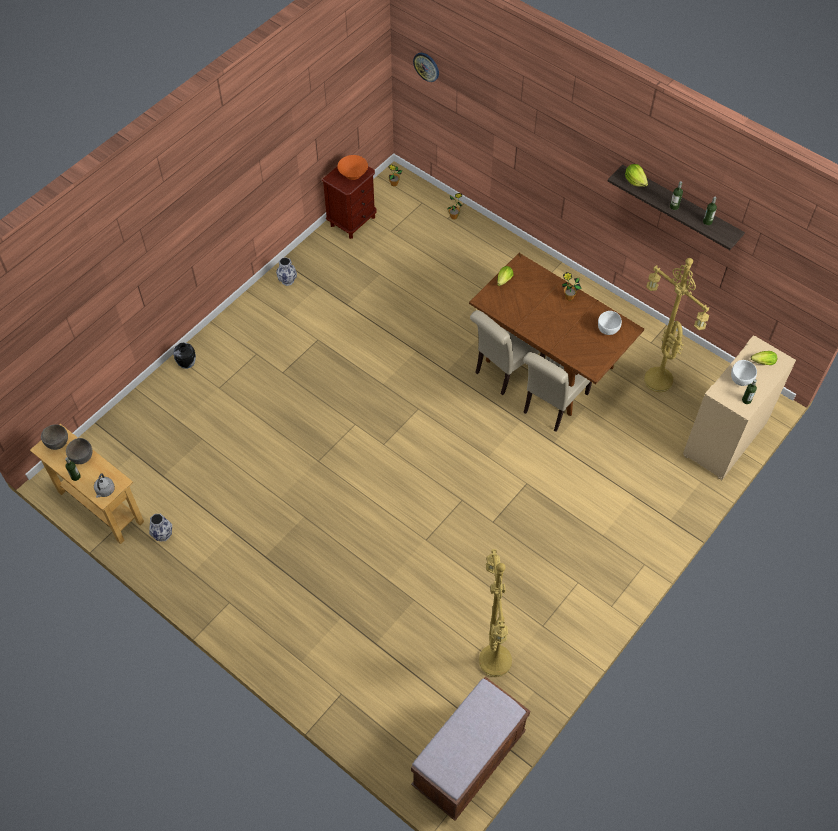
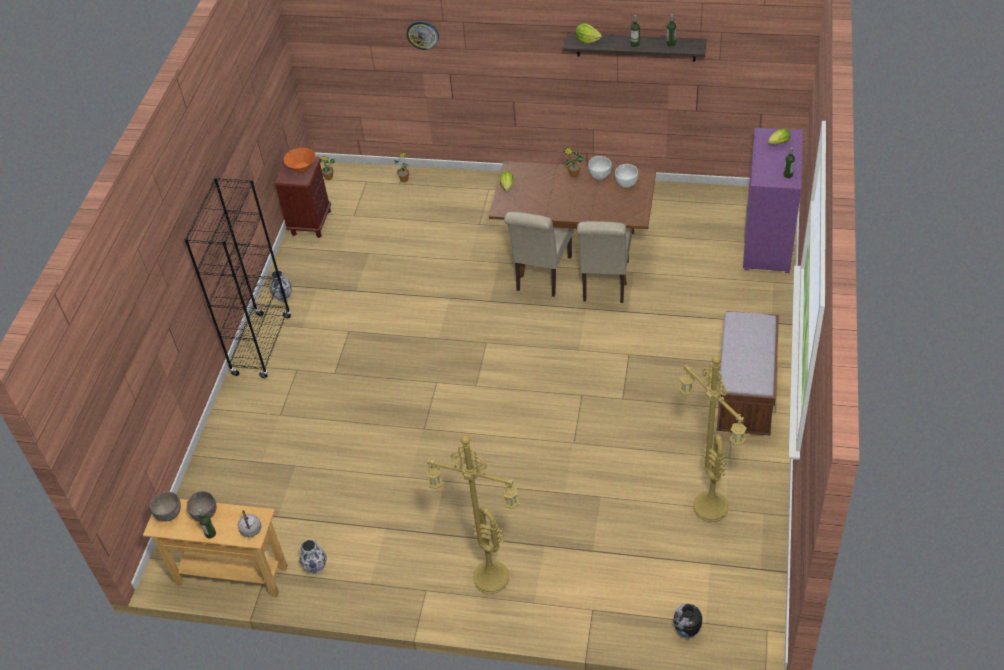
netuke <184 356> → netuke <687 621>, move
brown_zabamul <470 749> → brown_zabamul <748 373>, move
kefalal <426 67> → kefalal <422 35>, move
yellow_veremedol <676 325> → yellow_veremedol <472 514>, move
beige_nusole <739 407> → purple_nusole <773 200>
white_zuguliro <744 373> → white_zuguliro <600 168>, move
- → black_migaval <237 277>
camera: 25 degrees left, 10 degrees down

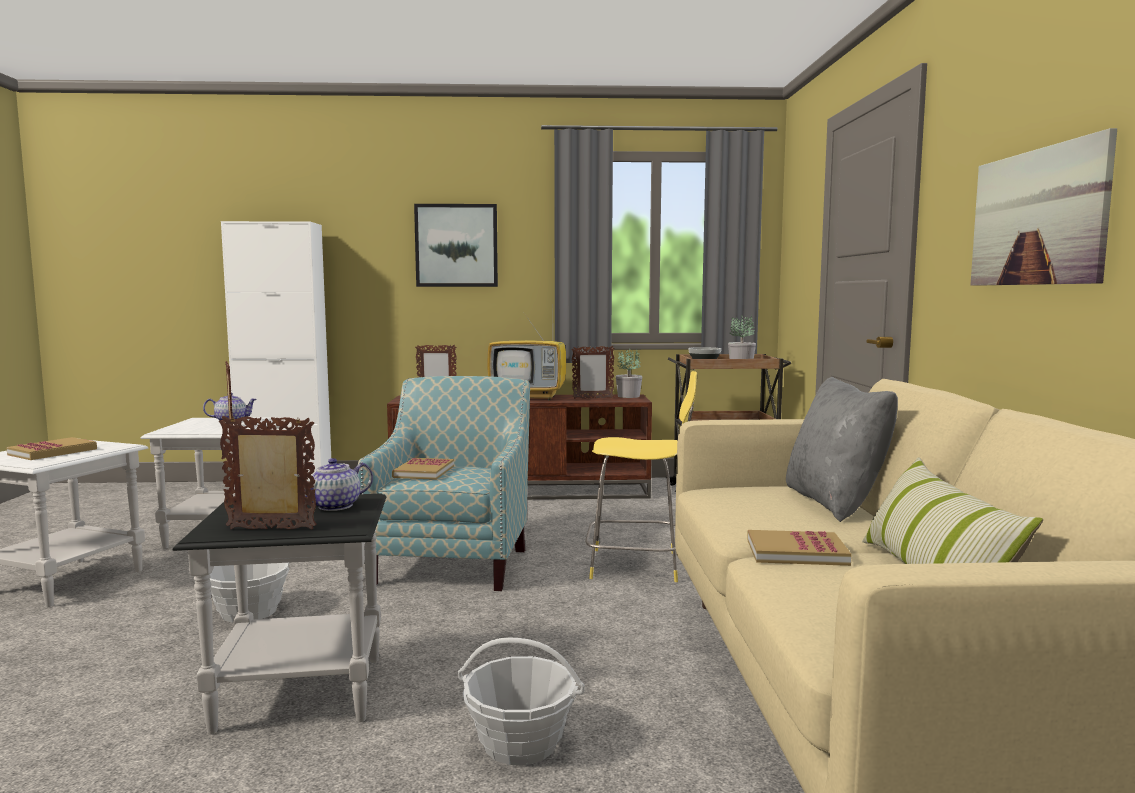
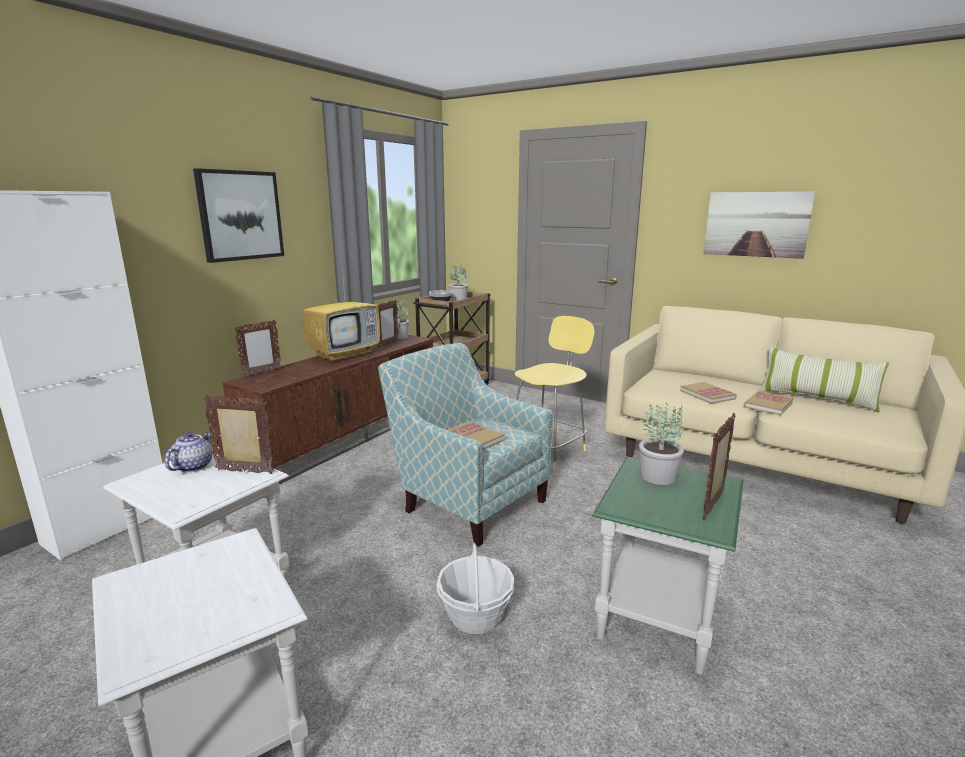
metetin <51 448> → metetin <708 393>, move
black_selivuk <279 614> → green_selivuk <667 566>
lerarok <339 484> → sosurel <661 443>
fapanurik <521 701> → -
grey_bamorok <842 449> → -
camera: 55 degrees left, 10 degrees up

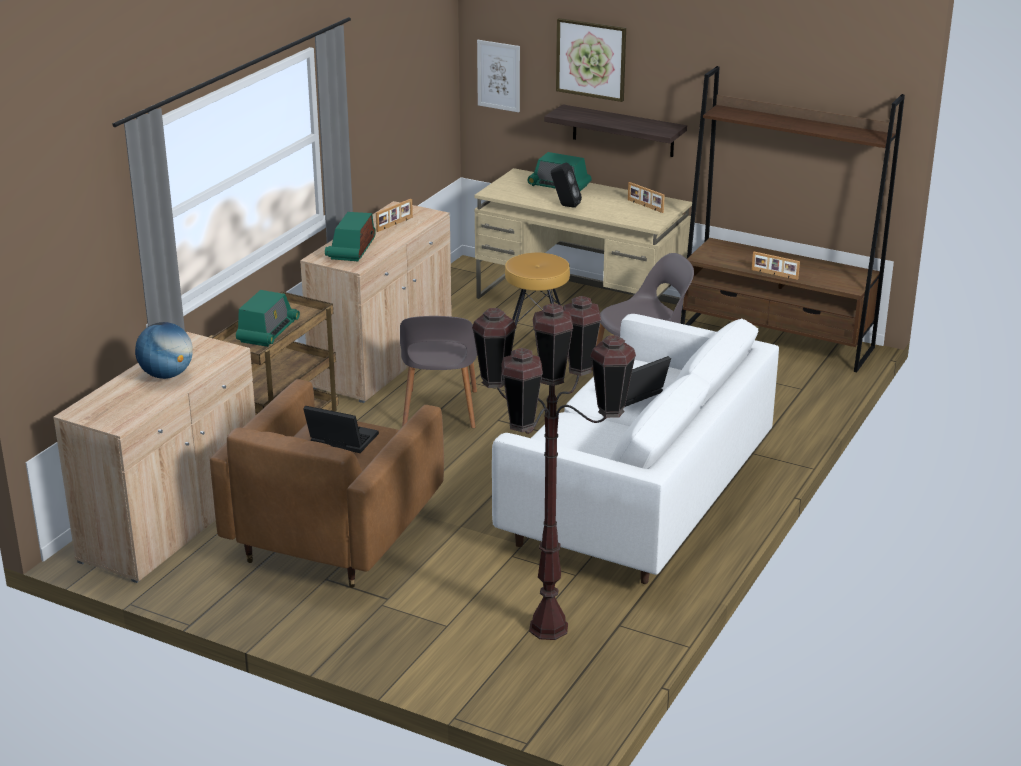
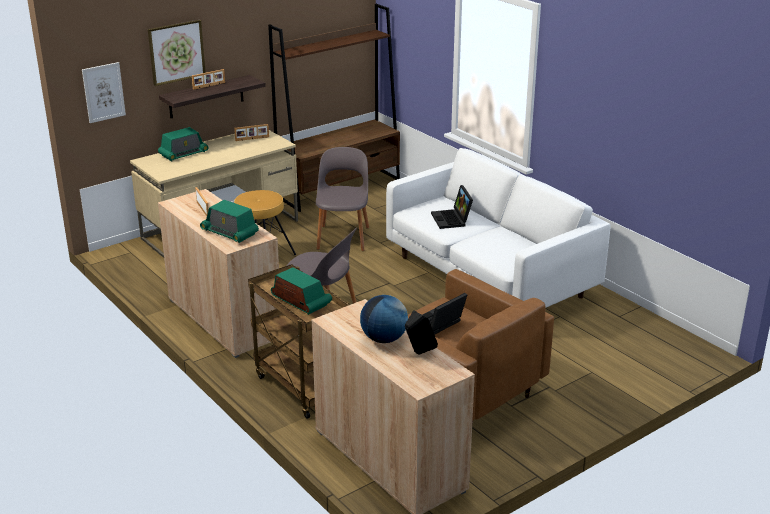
brown_veremedol <554 468> → -
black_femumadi <566 185> → black_femumadi <421 332>, move
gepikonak <776 266> → gepikonak <208 79>, move
camera: 65 degrees left, 0 degrees up

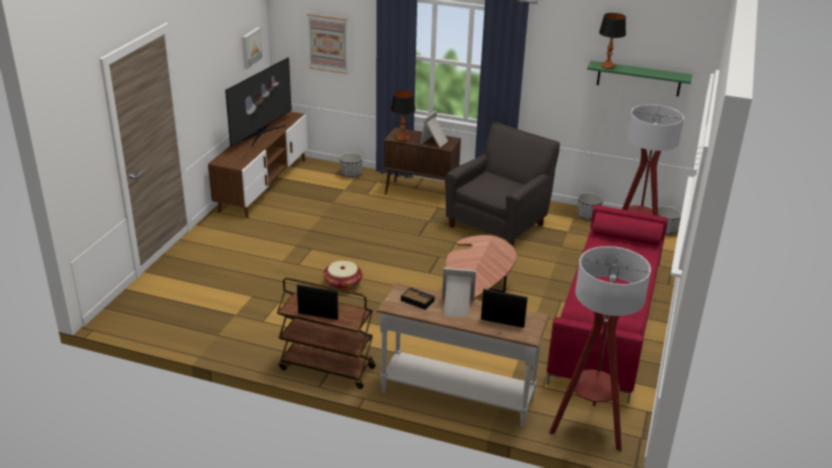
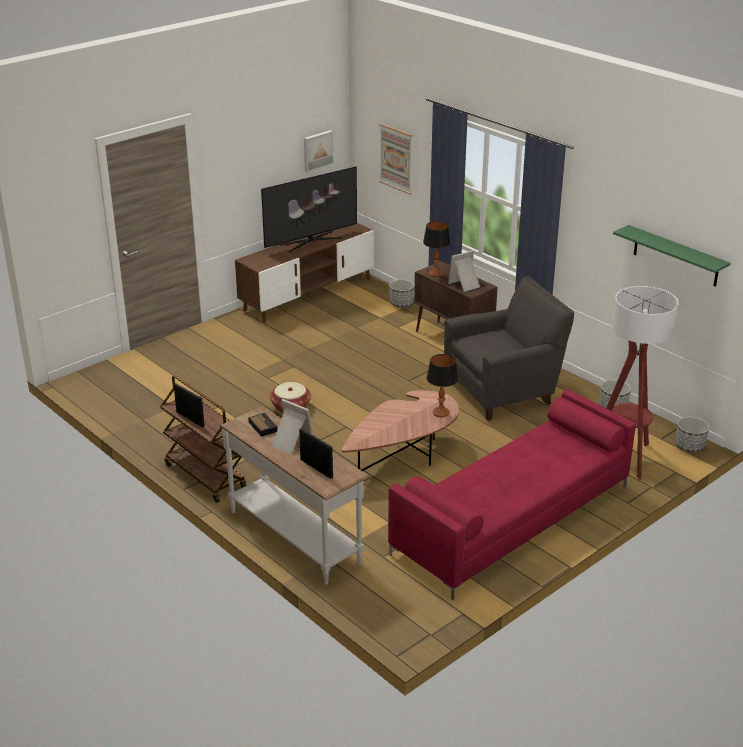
veremedol <600 348> → -
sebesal <612 41> → sebesal <442 385>, move
camera: 30 degrees right, 0 degrees up

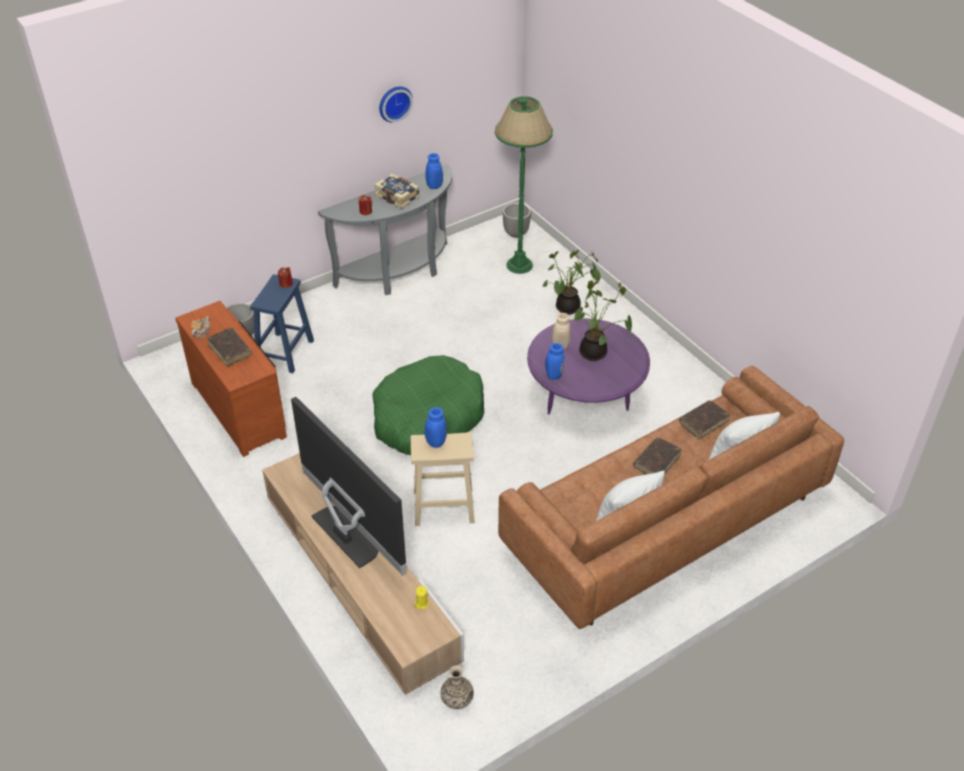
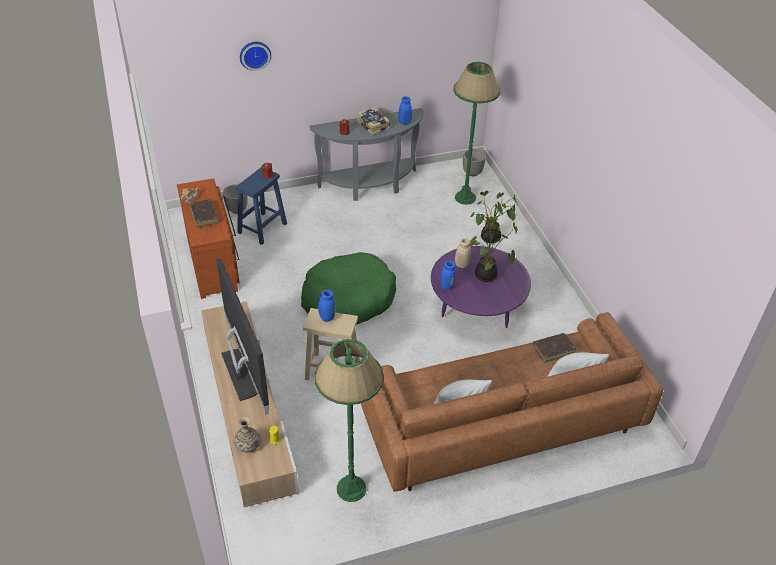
kefalal <396 104> → kefalal <255 56>, move
netuke <457 687> → netuke <247 435>, move
brown_metetin <657 455> → -
- → green_veremedol <349 420>
camera: 15 degrees right, 0 degrees up

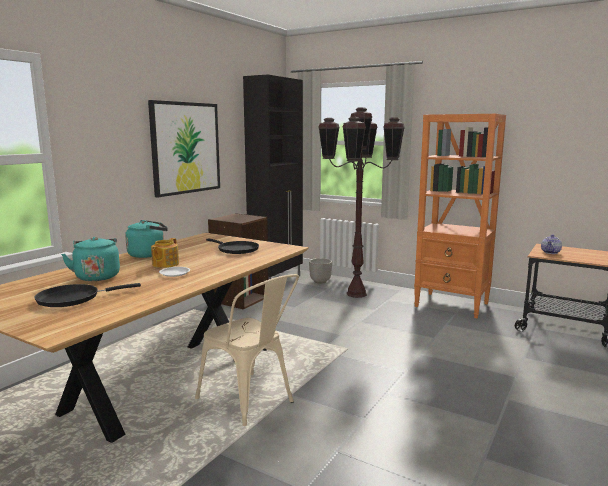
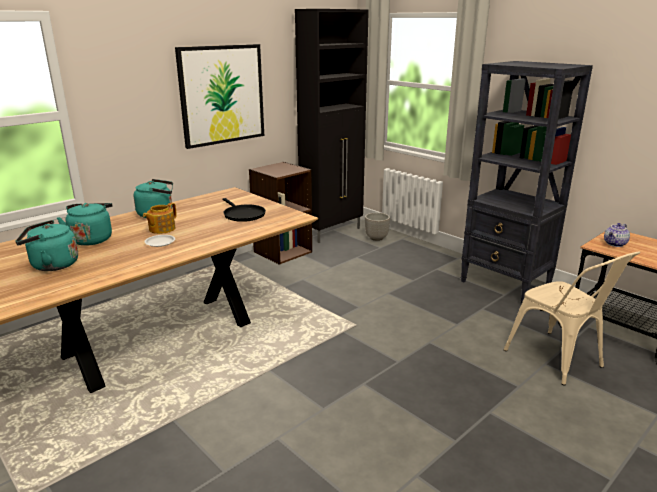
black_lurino <87 295> → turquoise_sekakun <46 245>
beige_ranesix <247 350> → beige_ranesix <572 318>, move
brown_veremedol <361 202> → -
orange_migaval <460 216> → black_migaval <526 182>
camera: 15 degrees right, 10 degrees up

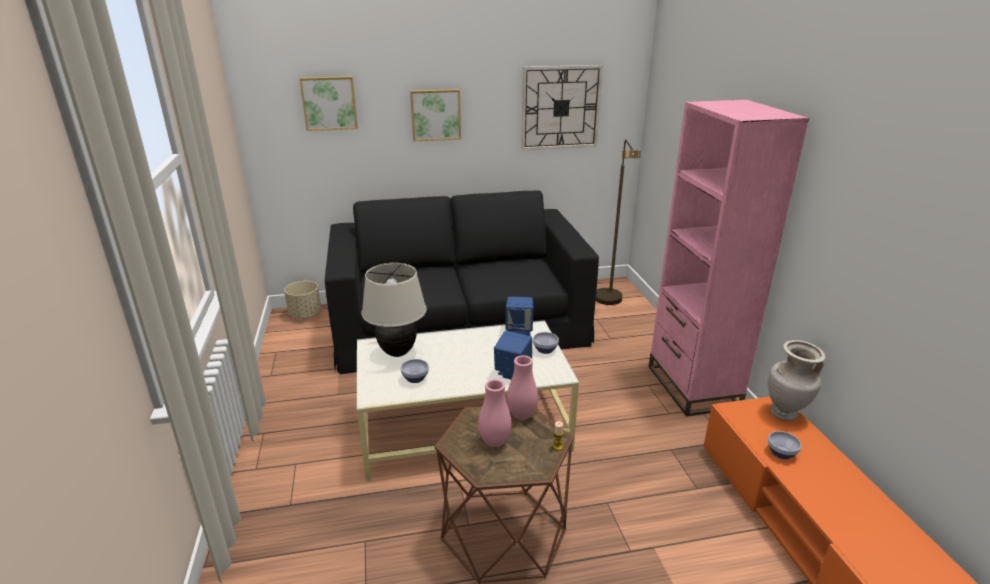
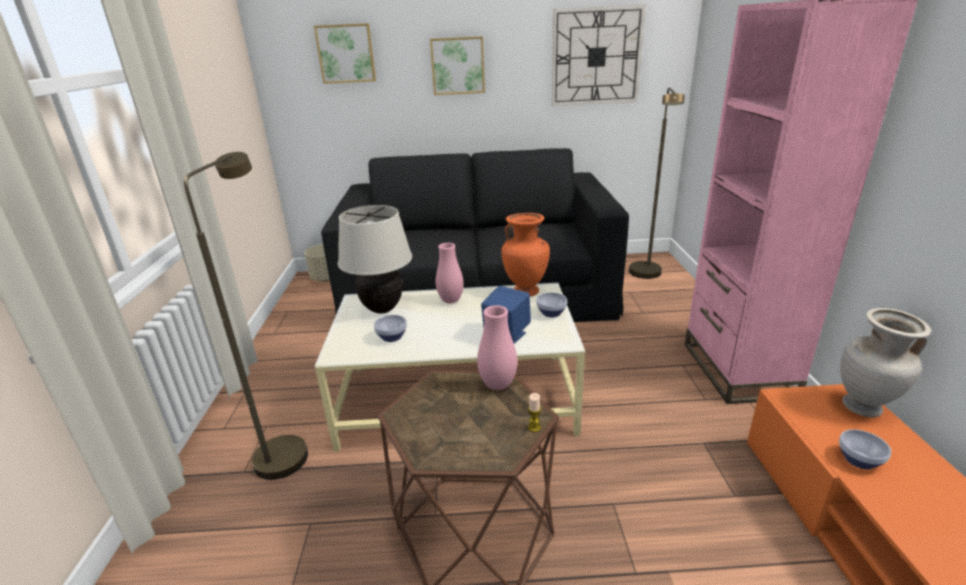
pink_netuke <495 413> → pink_netuke <450 273>, move
blue_femumadi <519 316> → orange_netuke <526 254>
- → brown_veremedol <246 316>
camera: 10 degrees right, 0 degrees up

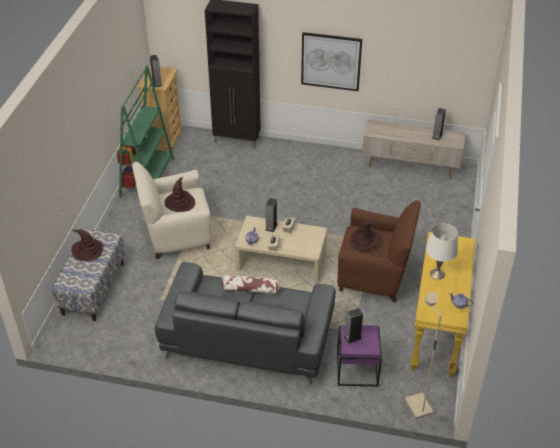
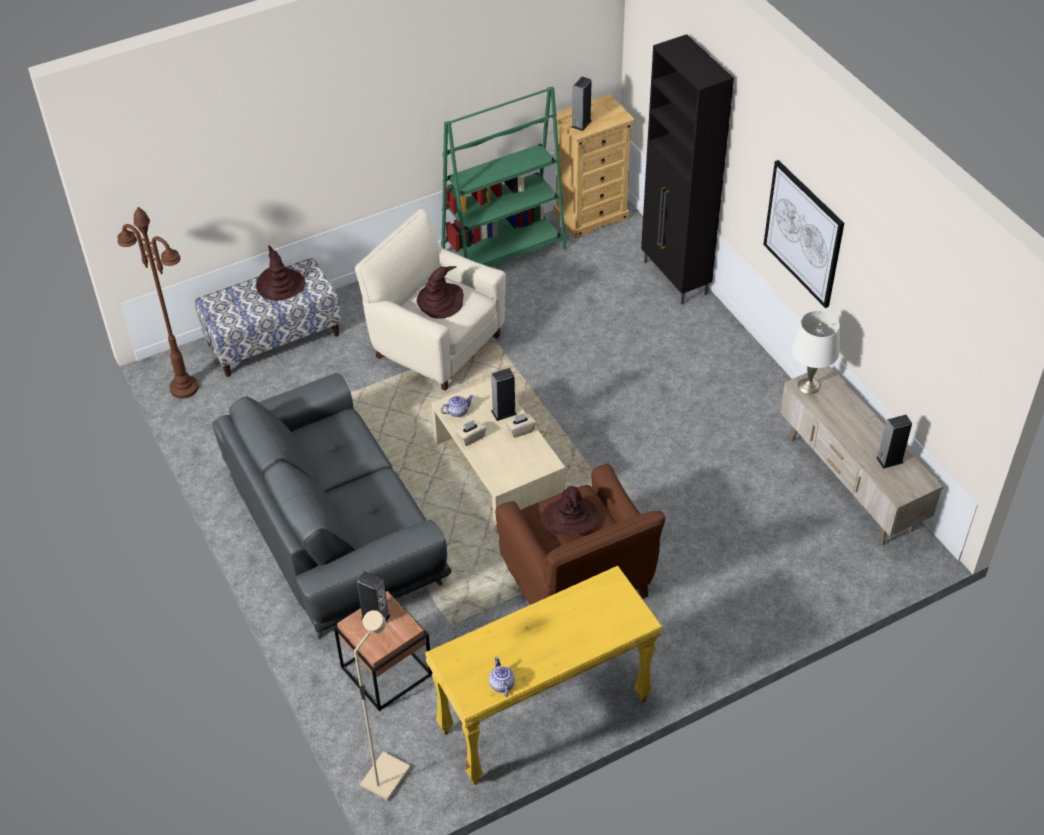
bamorok <250 284> → -
purple_selivuk <359 356> → brown_selivuk <383 651>
white_sebesal <442 251> → white_sebesal <816 352>, move
- → brown_veremedol <158 303>
camera: 50 degrees right, 5 degrees up

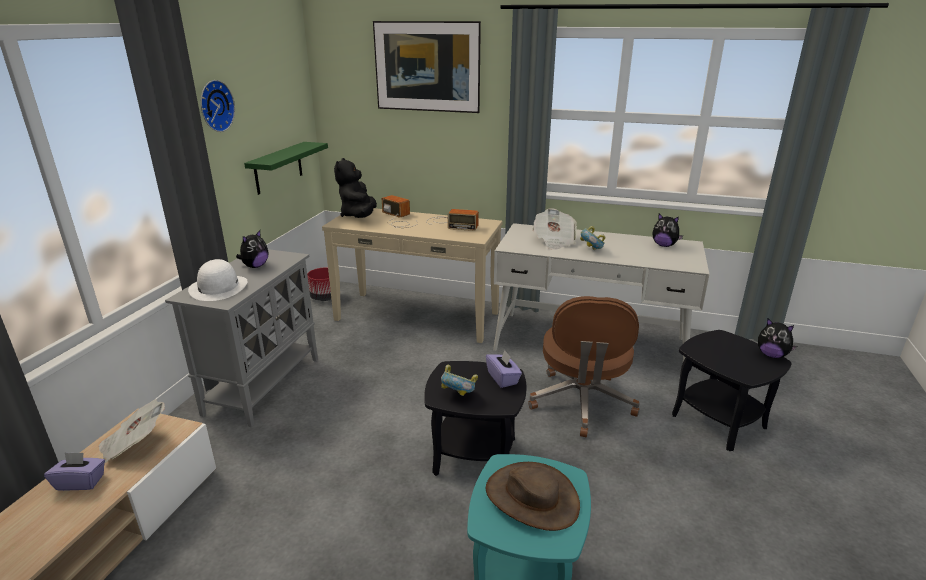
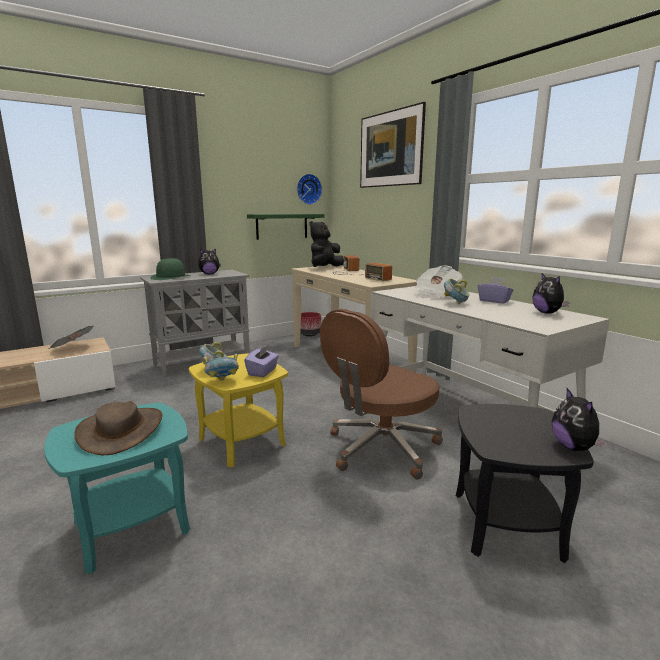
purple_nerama <74 471> → purple_nerama <496 290>, move
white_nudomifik <217 280> → green_nudomifik <170 269>
kefalal <218 106> → kefalal <309 189>, move
black_selivuk <475 418> → yellow_selivuk <238 410>
- → zuguliro <221 367>
camera: 40 degrees right, 10 degrees down

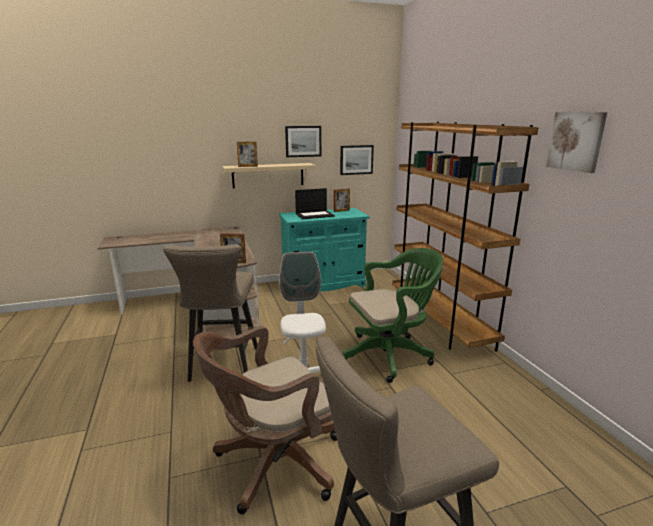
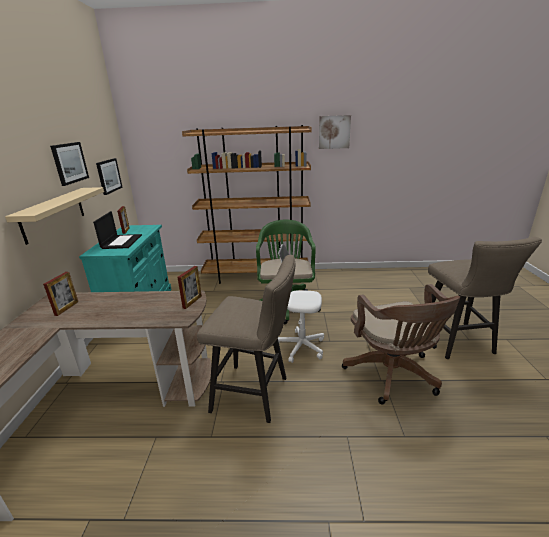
gepikonak <247 154> → gepikonak <60 294>, move
camera: 70 degrees left, 5 degrees up

